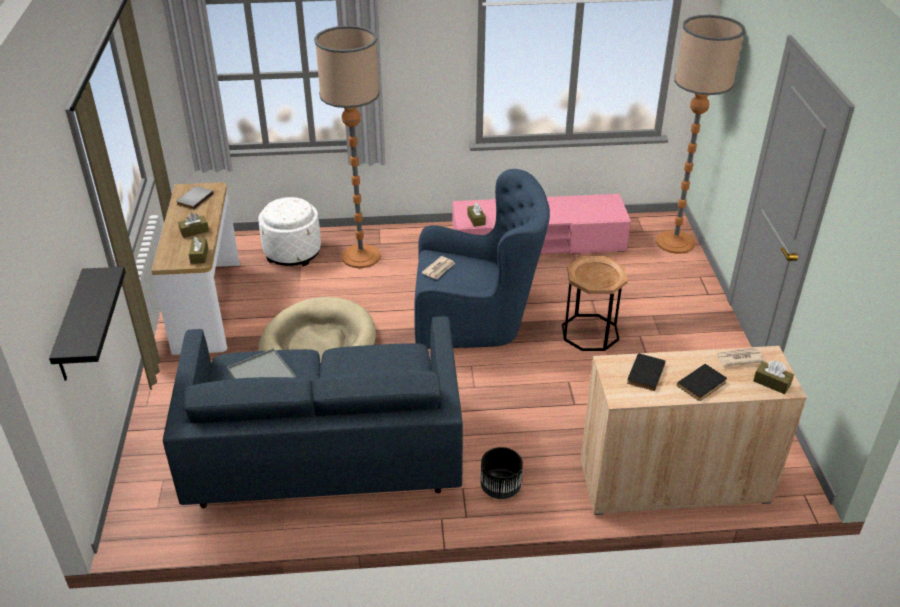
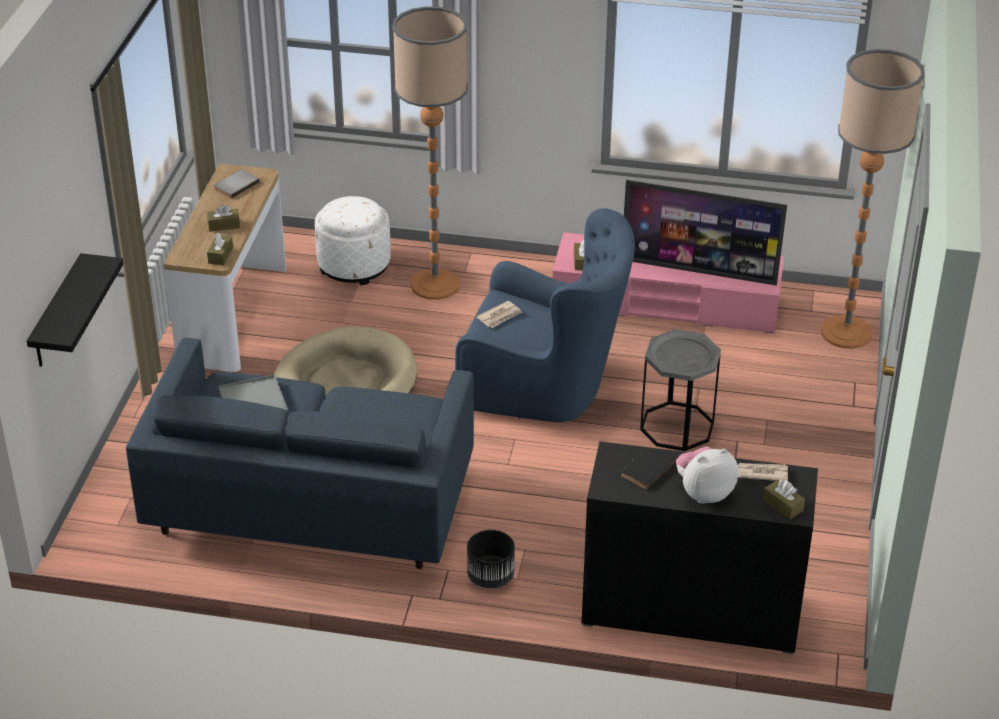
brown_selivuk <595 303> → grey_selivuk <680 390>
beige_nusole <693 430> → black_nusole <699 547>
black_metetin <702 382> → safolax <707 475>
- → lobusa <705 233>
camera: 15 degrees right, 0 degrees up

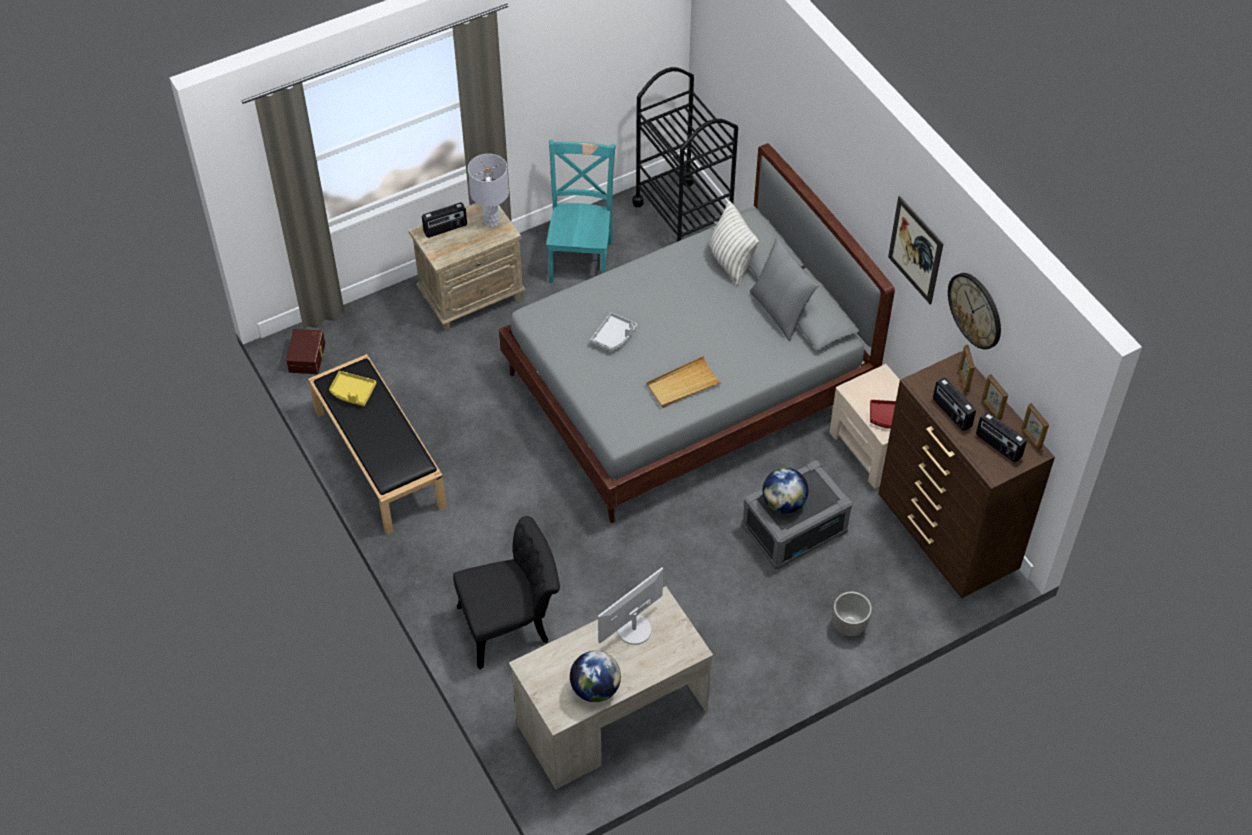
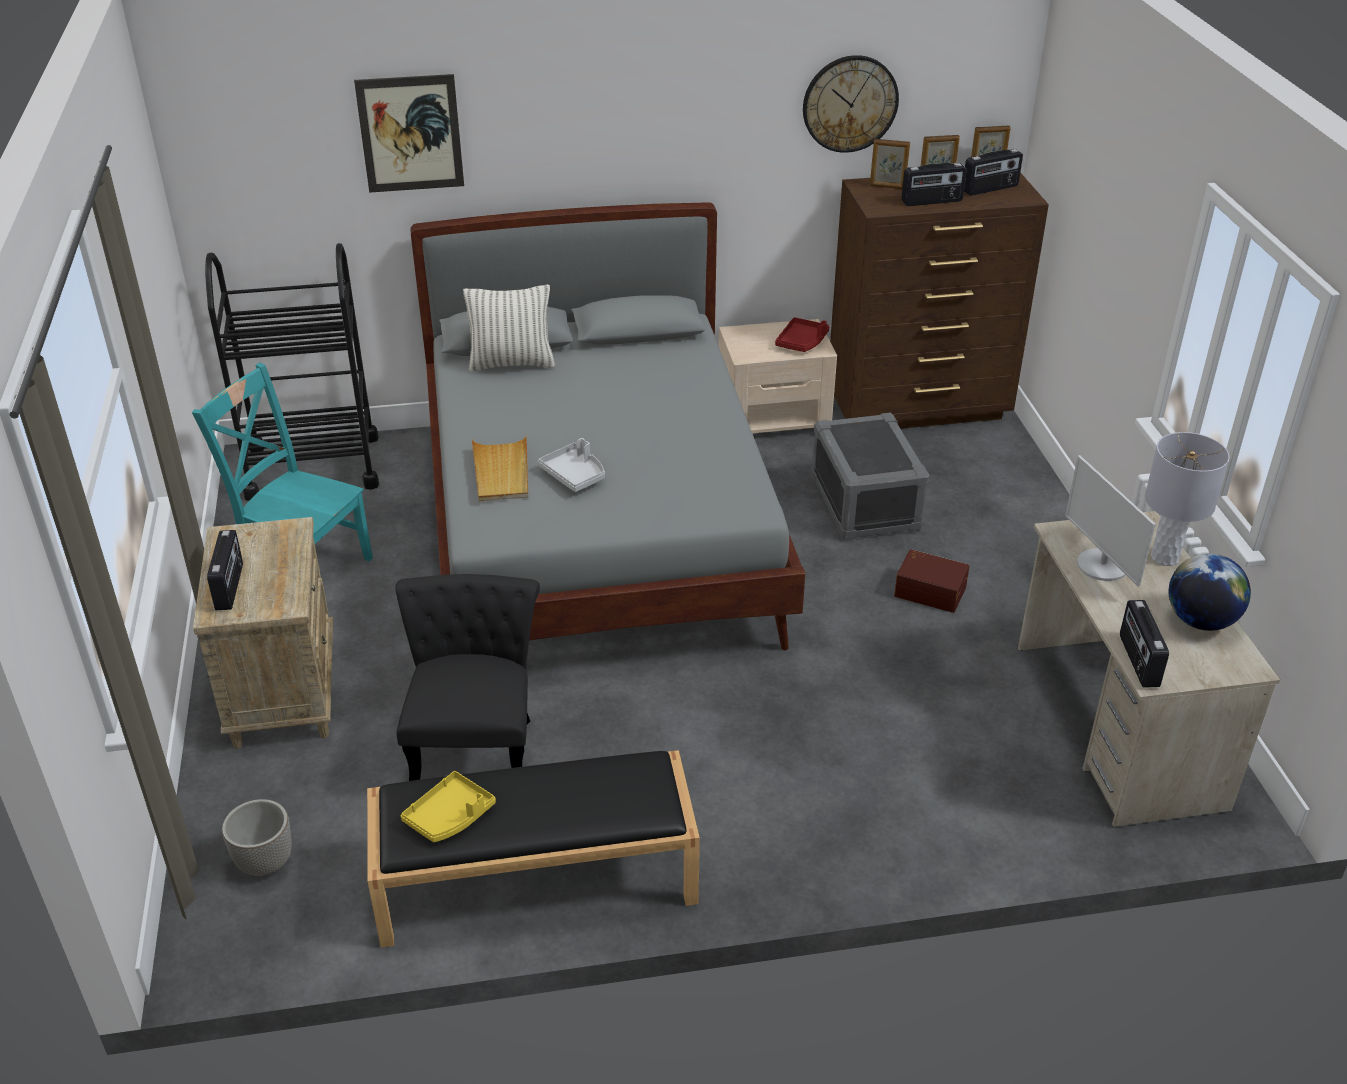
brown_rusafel <305 351> → brown_rusafel <931 581>, move
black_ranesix <506 592> → black_ranesix <468 677>, move
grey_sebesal <488 190> → grey_sebesal <1187 499>, move
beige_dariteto <684 382> → beige_dariteto <500 468>, move
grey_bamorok <784 289> → -
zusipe <785 491> → -
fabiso <852 613> → fabiso <257 837>, move
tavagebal <915 250> → tavagebal <409 133>, move
- → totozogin <1144 644>
camera: 70 degrees left, 15 degrees down

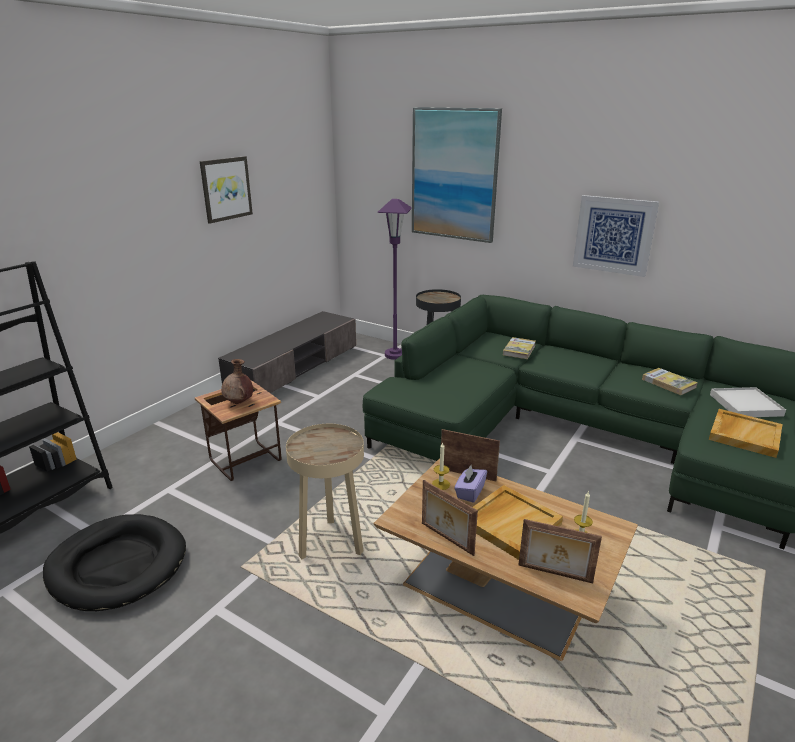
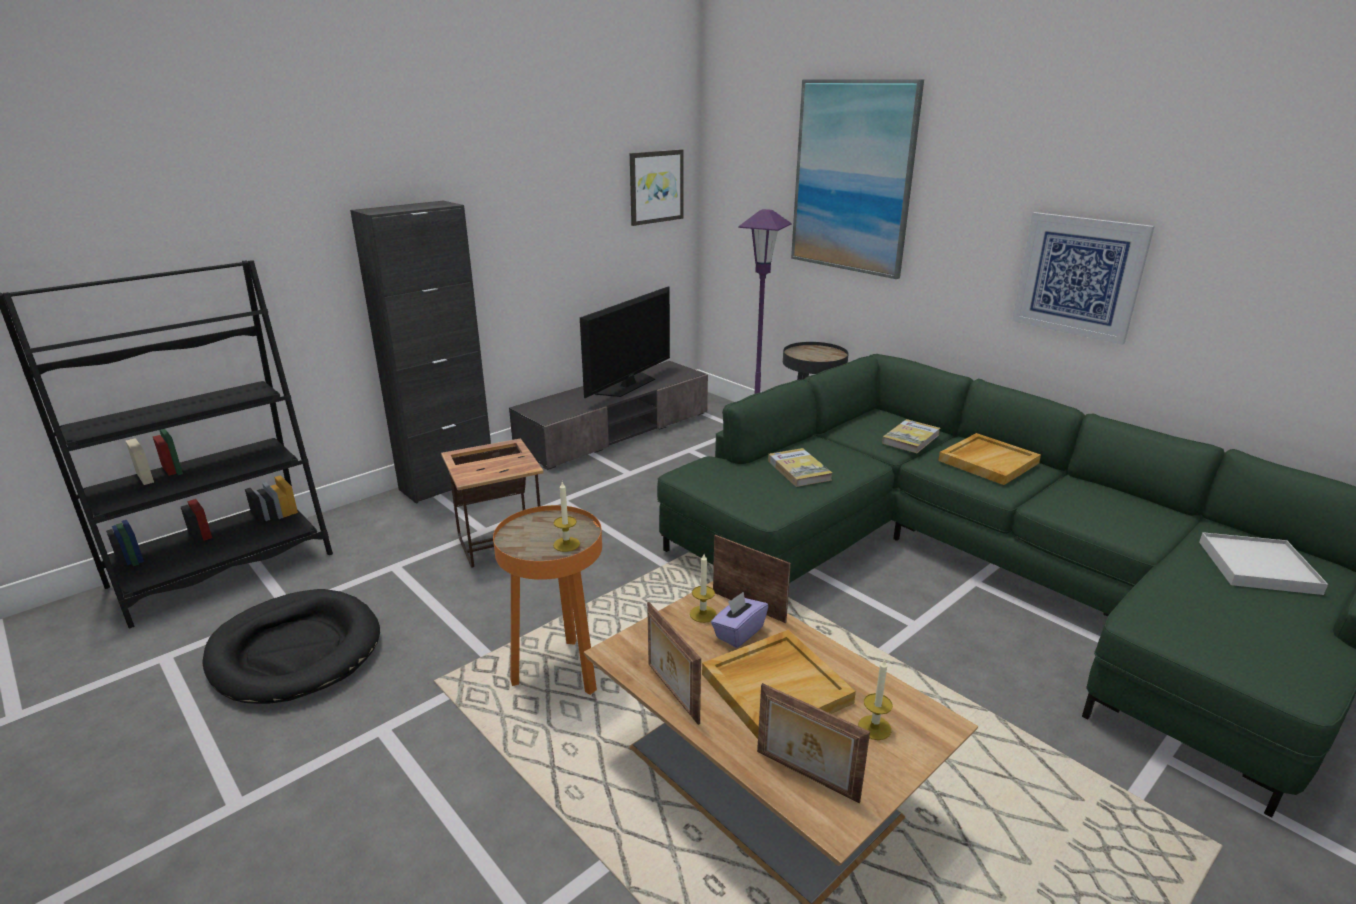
tavagebal <226 190> → tavagebal <657 187>, move
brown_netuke <237 381> → -
beige_selivuk <325 491> → orange_selivuk <547 600>
metetin <670 381> → metetin <800 467>, move
beige_dariteto <746 433> → beige_dariteto <989 459>, move
- → black_nusole <420 352>
- → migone <566 517>
- → lobusa <625 342>
camera: 15 degrees right, 0 degrees up

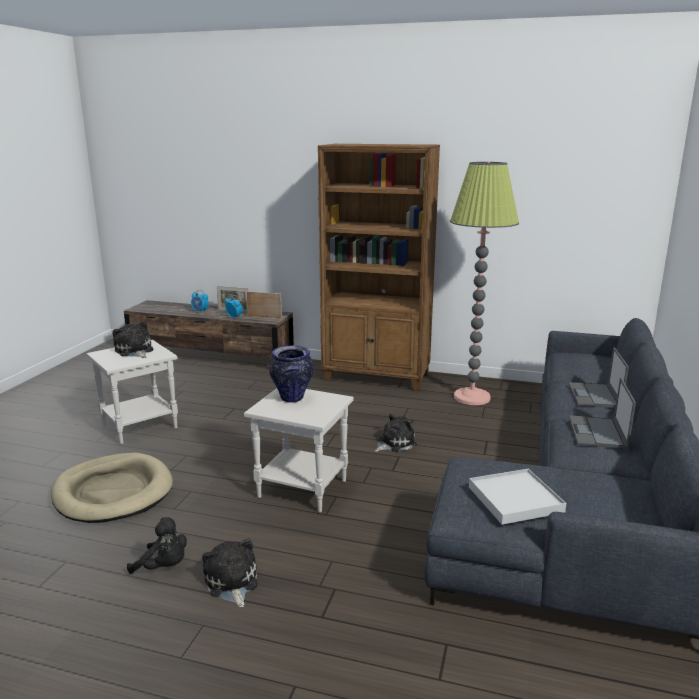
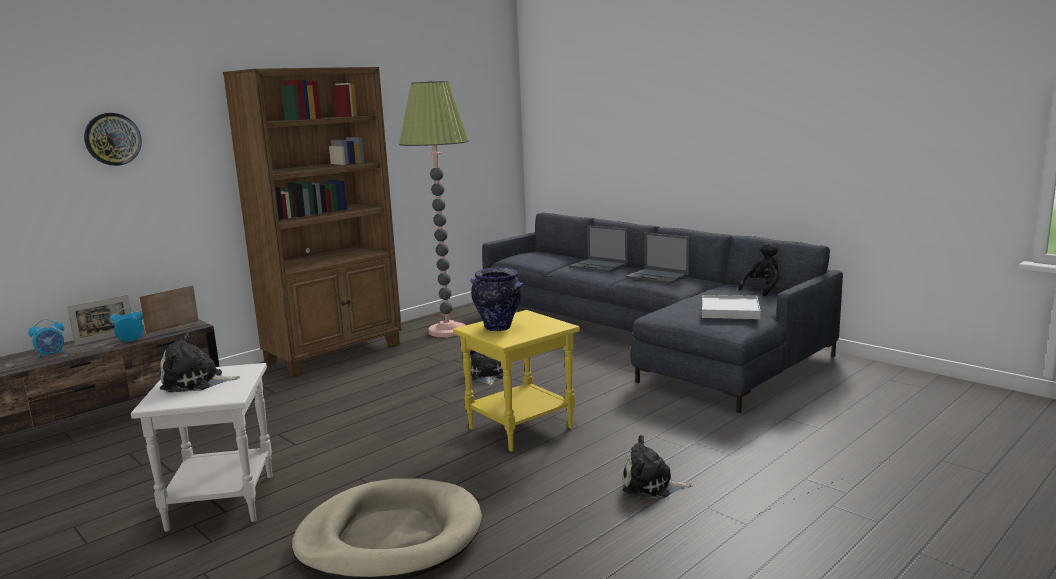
black_safolax <157 545> → black_safolax <758 269>, move
white_selivuk <299 450> → yellow_selivuk <516 381>
- → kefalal <113 139>
camera: 60 degrees left, 5 degrees down

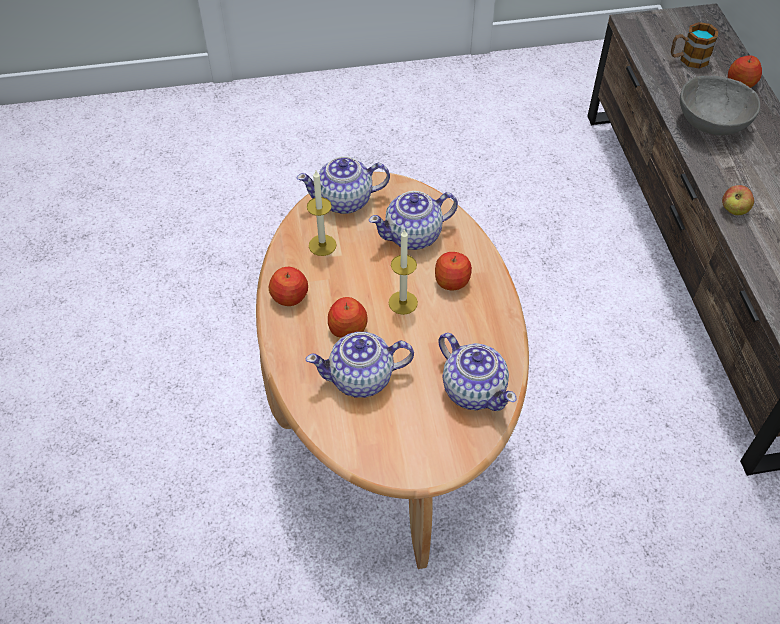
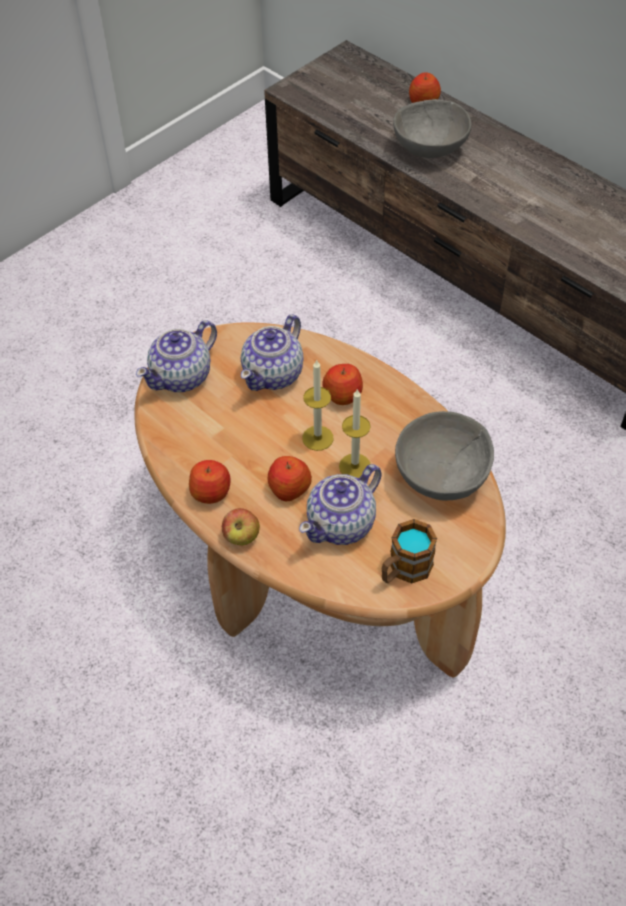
migone <322 213> → migone <355 433>, move
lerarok <477 372> → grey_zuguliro <444 455>
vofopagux <694 45> → vofopagux <409 551>, move
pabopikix <738 200> → pabopikix <241 526>, move
camera: 35 degrees left, 0 degrees up

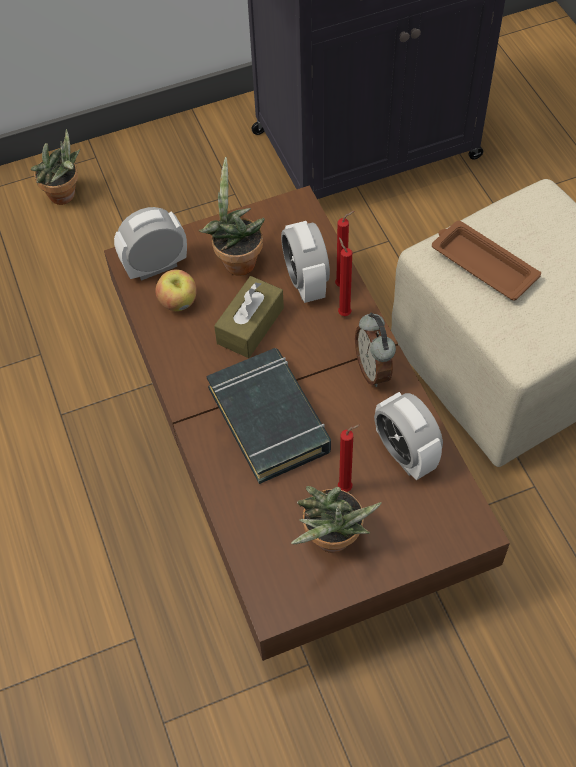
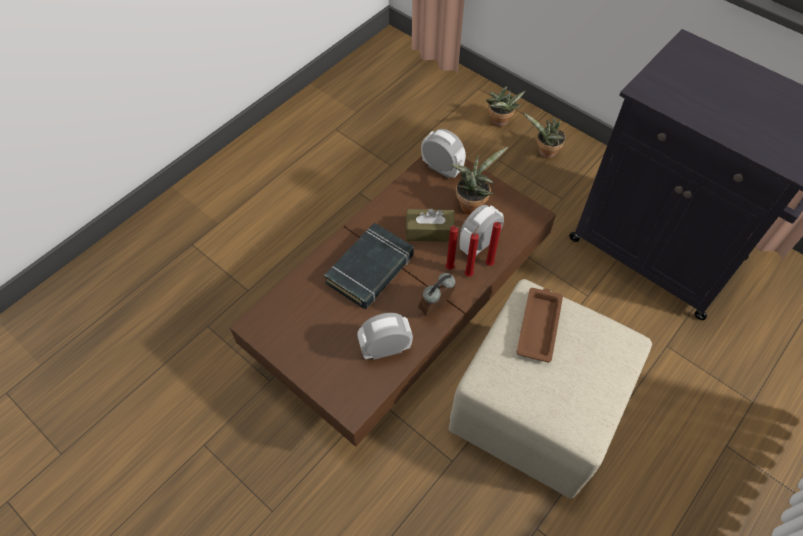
pabopikix <176 290> → -
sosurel <336 519> → sosurel <545 135>, move
red_migone <349 458> → red_migone <453 248>, move
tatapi <408 436> → tatapi <385 336>, 45 degrees clockwise
camera: 60 degrees right, 0 degrees up

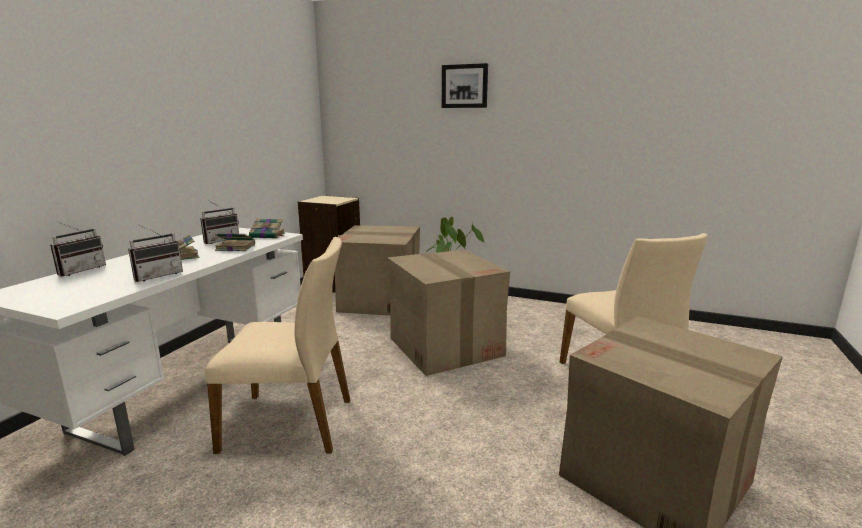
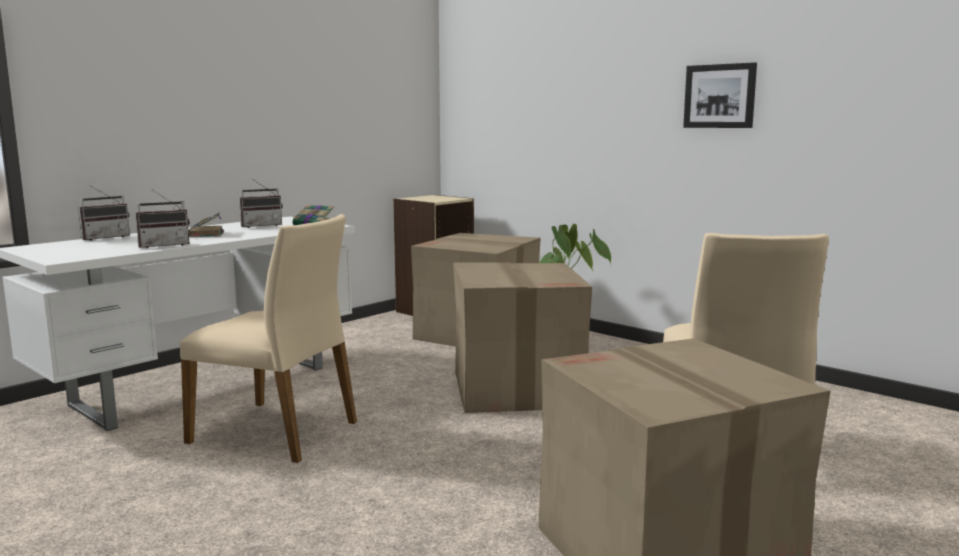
metetin <234 242> → -
tavagebal <465 85> → tavagebal <720 95>, move
camera: 20 degrees right, 5 degrees down

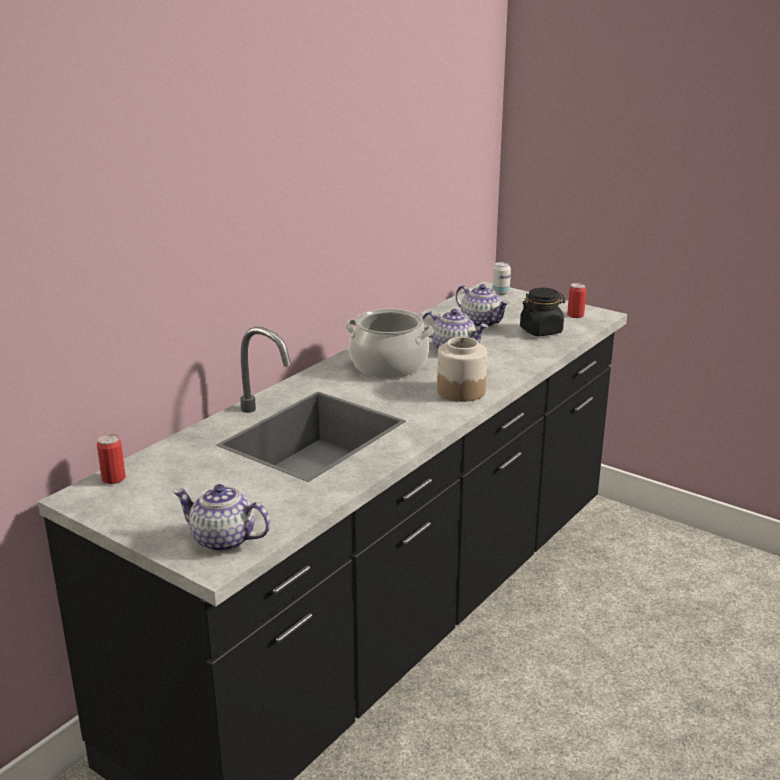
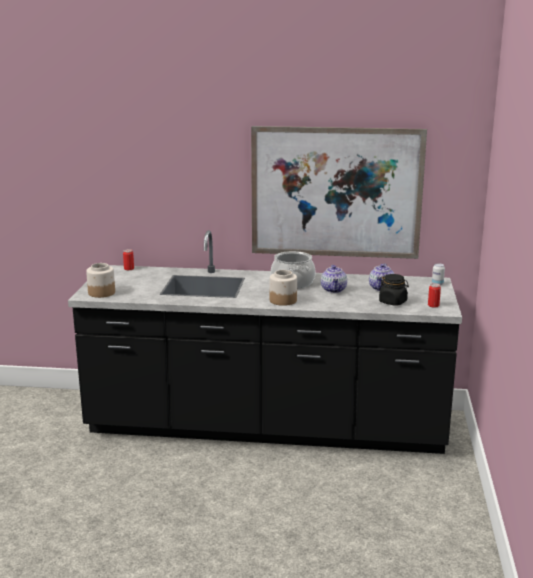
lerarok <222 518> → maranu <100 280>
- → tavagebal <339 192>
camera: 60 degrees right, 5 degrees down

